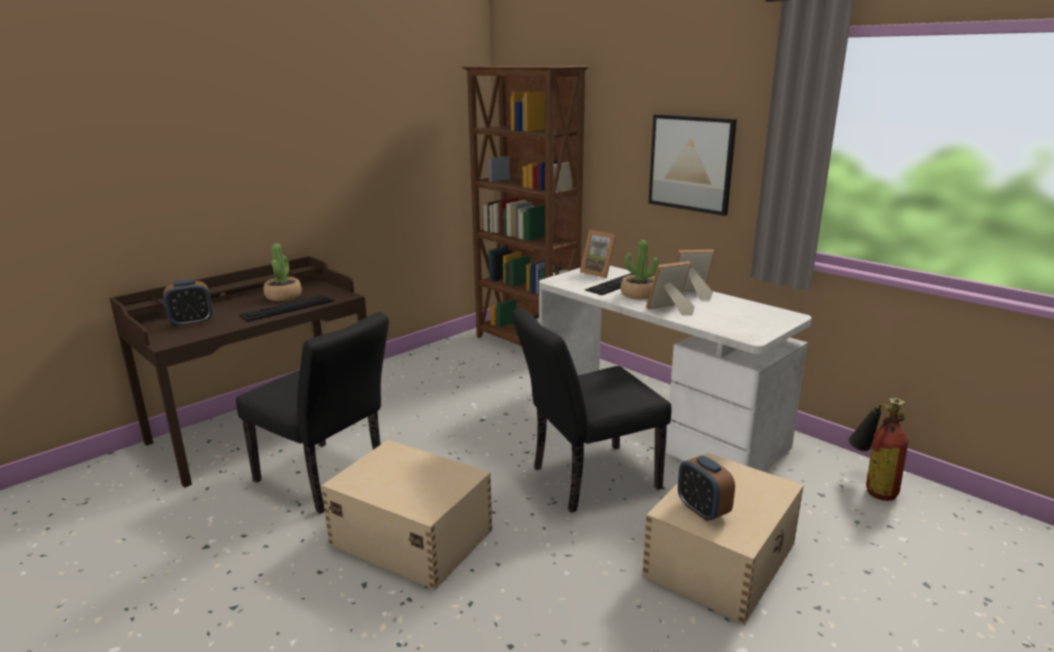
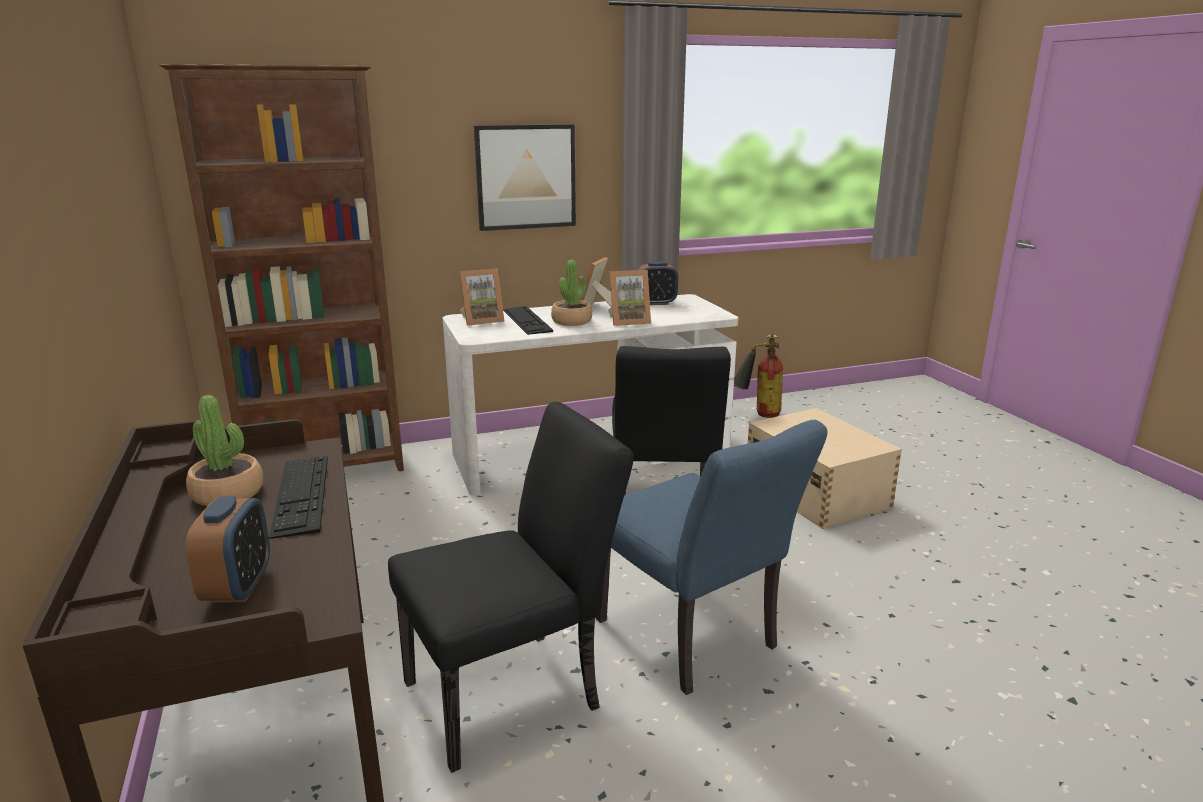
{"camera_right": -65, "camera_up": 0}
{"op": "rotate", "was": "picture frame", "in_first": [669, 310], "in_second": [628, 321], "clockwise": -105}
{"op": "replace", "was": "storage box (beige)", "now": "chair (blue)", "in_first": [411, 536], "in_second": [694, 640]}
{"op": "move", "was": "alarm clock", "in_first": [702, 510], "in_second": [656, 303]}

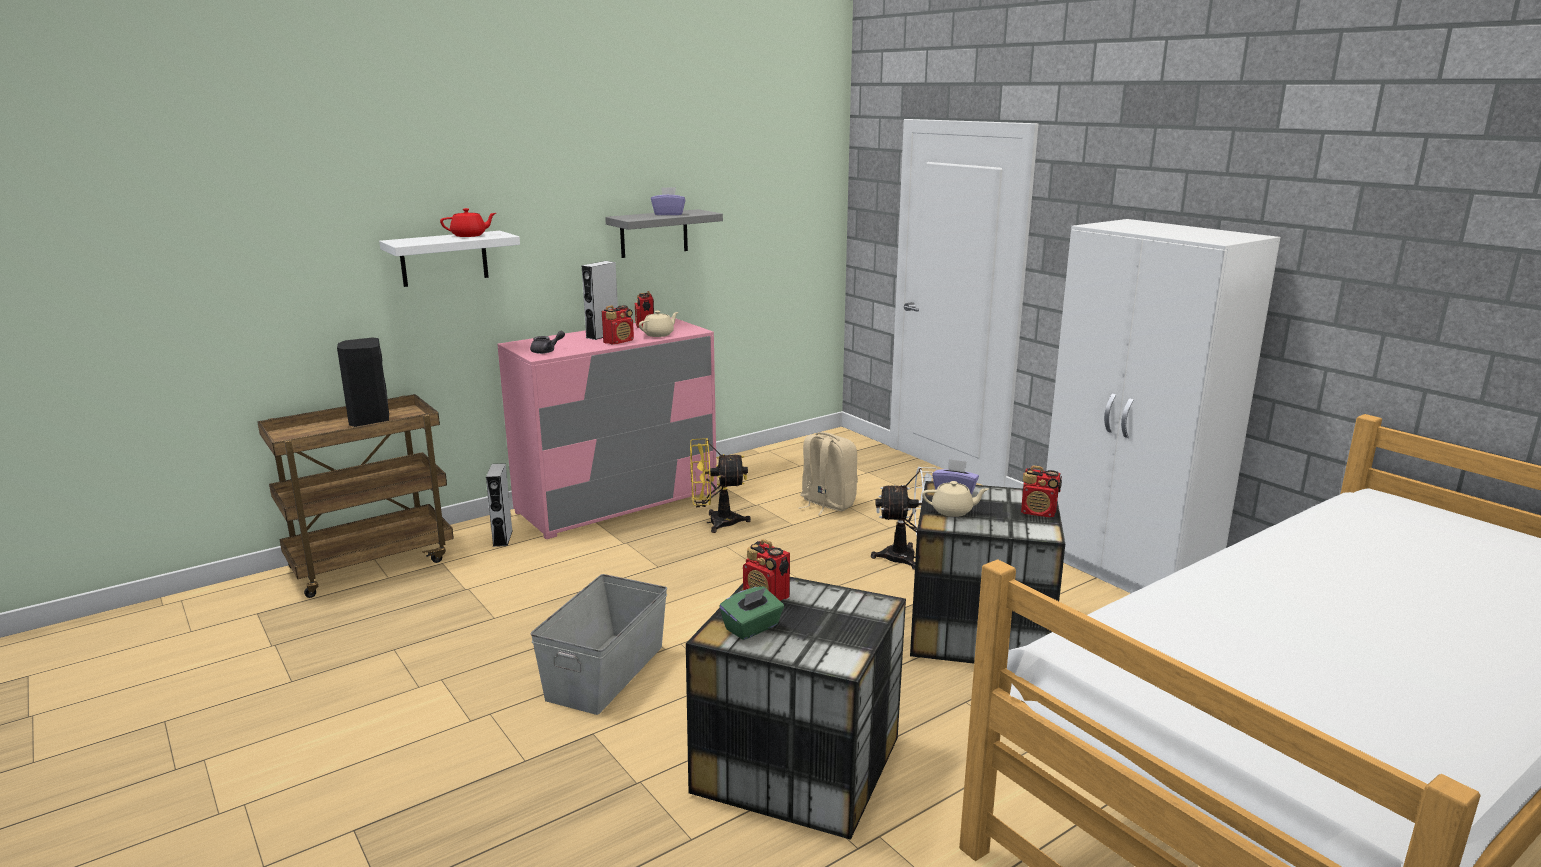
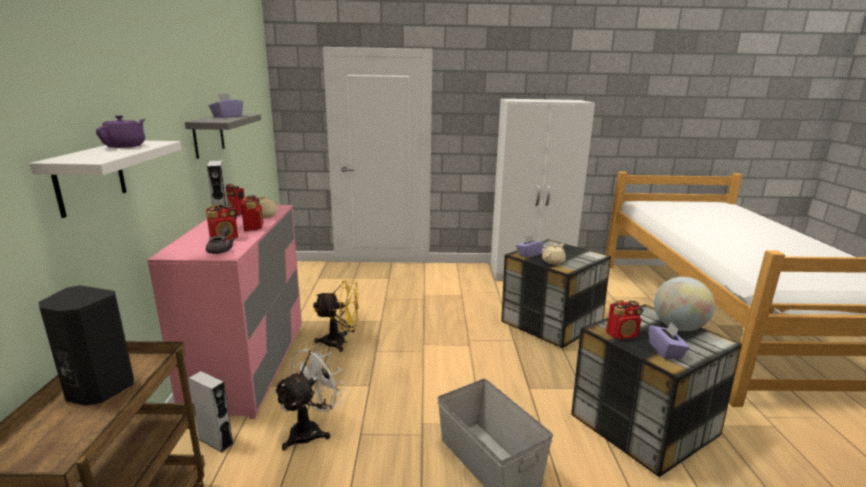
{"camera_right": -55, "camera_up": 0}
{"op": "recolor", "was": "teapot (red)", "now": "teapot (purple)", "in_first": [469, 235], "in_second": [125, 146]}
{"op": "delete", "was": "backpack (beige)", "in_first": [826, 504]}
{"op": "rotate", "was": "fan (yellow)", "in_first": [715, 523], "in_second": [340, 342], "clockwise": -120}
{"op": "move", "was": "radio", "in_first": [1038, 512], "in_second": [225, 238]}
{"op": "move", "was": "fan (white)", "in_first": [908, 558], "in_second": [311, 430]}
{"op": "recolor", "was": "tissue box (green)", "now": "tissue box (purple)", "in_first": [752, 628], "in_second": [665, 351]}
{"op": "insert", "now": "globe", "in_second": [678, 327]}

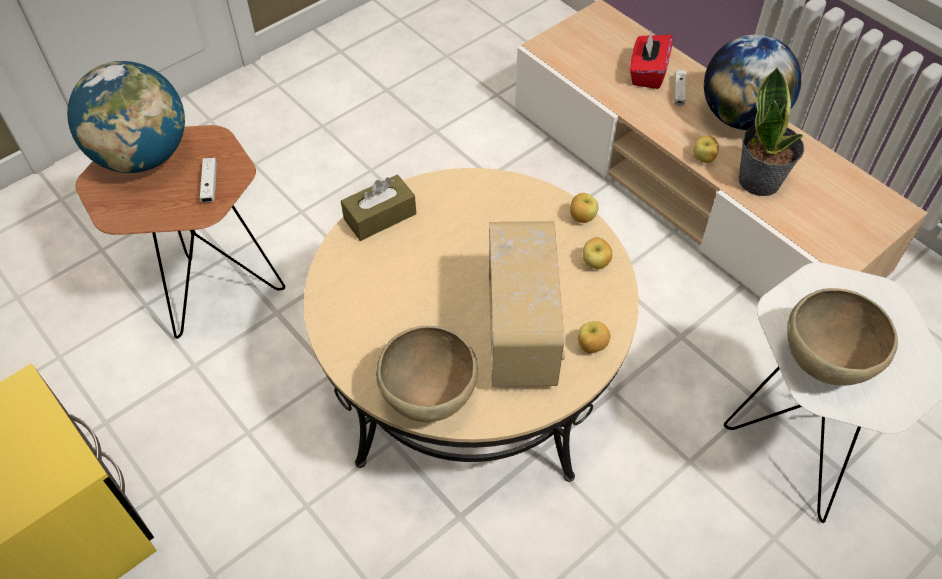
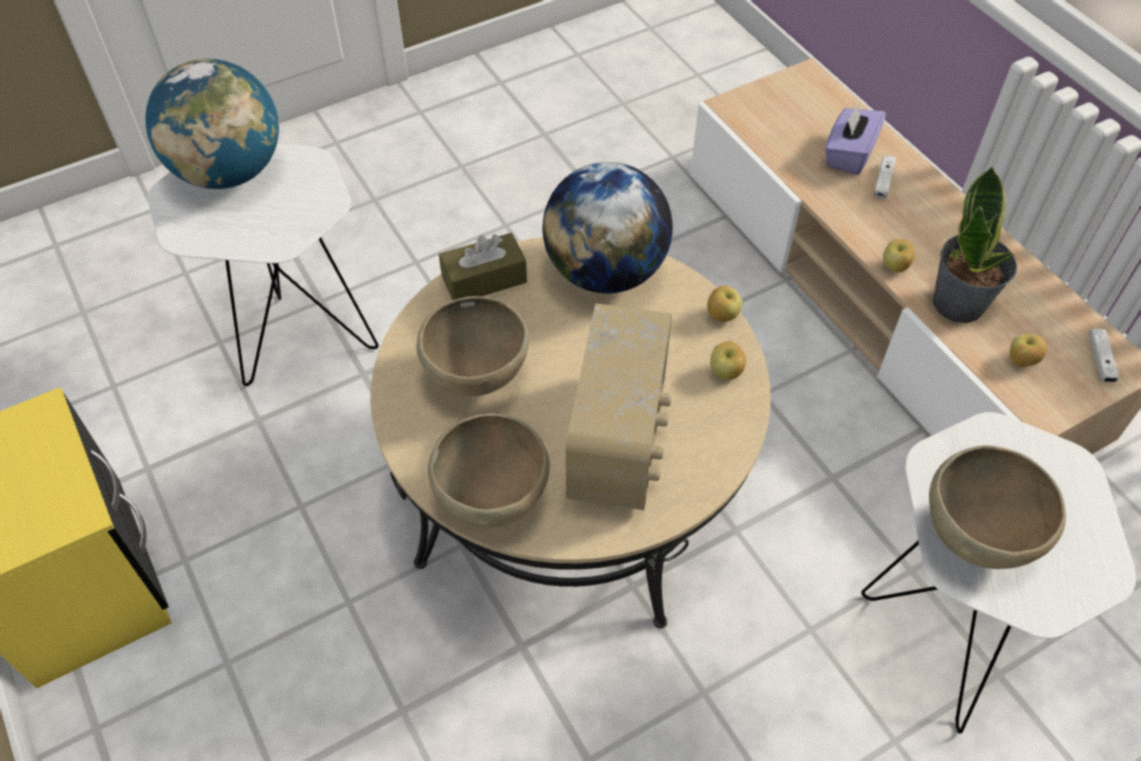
{"camera_right": 10, "camera_up": 0}
{"op": "recolor", "was": "tissue box (red)", "now": "tissue box (purple)", "in_first": [647, 73], "in_second": [849, 154]}
{"op": "move", "was": "globe", "in_first": [741, 117], "in_second": [605, 272]}
{"op": "recolor", "was": "side table (brown)", "now": "side table (white)", "in_first": [212, 294], "in_second": [295, 342]}
{"op": "move", "was": "game controller (white)", "in_first": [210, 185], "in_second": [1100, 360]}
{"op": "move", "was": "apple", "in_first": [591, 347], "in_second": [1021, 361]}
{"op": "insert", "now": "bowl (brown)", "in_second": [477, 377]}

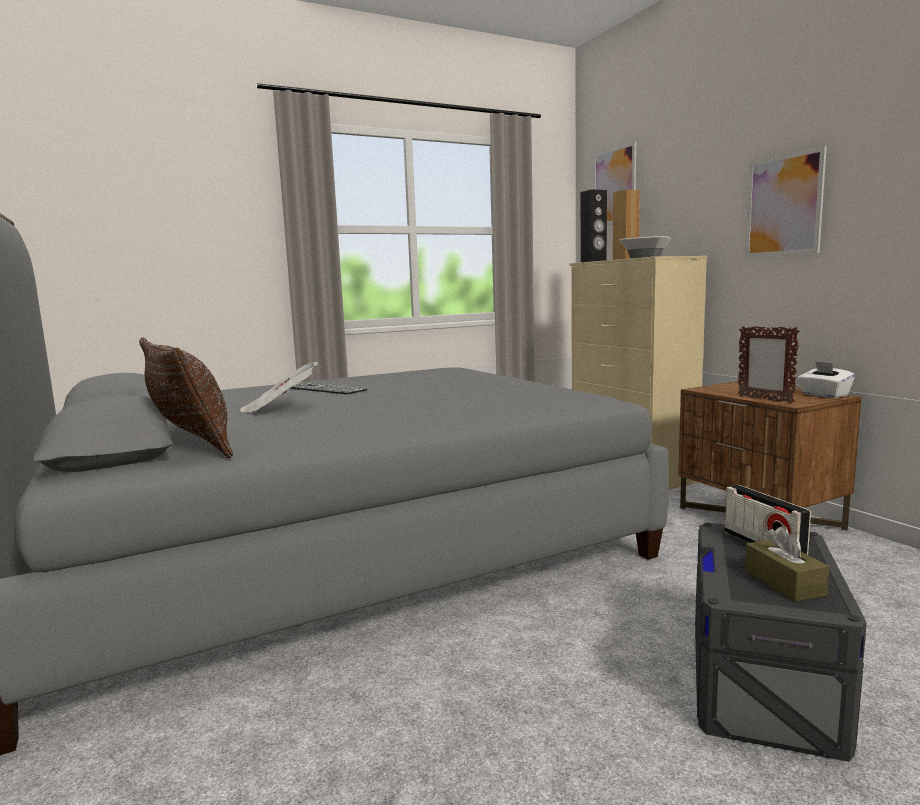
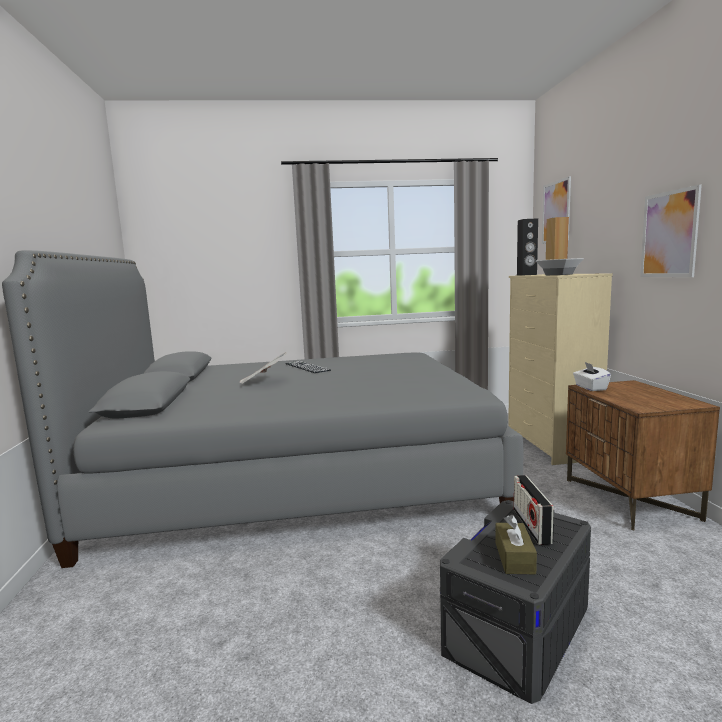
{"camera_right": 20, "camera_up": 0}
{"op": "delete", "was": "picture frame", "in_first": [764, 400]}
{"op": "delete", "was": "pillow (brown)", "in_first": [190, 441]}
{"op": "move", "was": "tissue box (white)", "in_first": [824, 395], "in_second": [590, 388]}

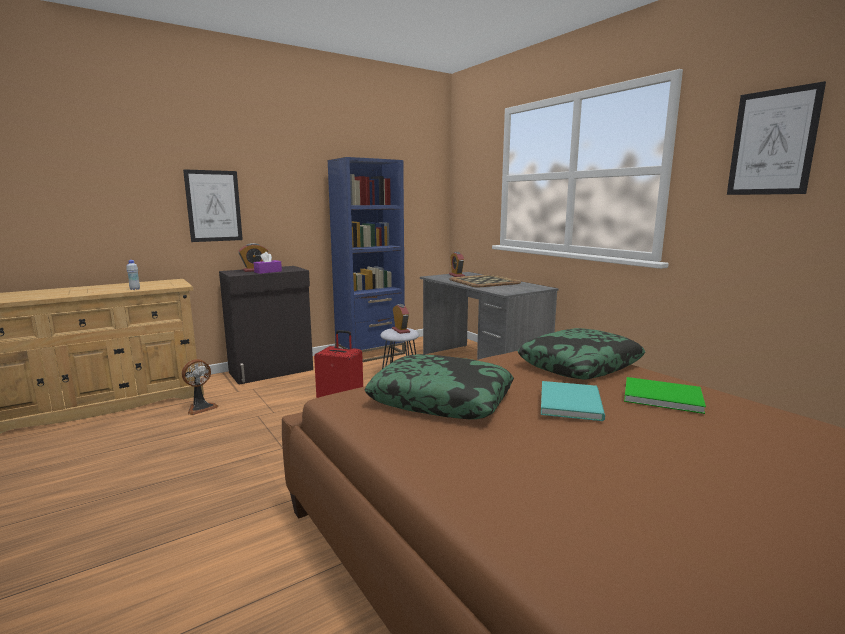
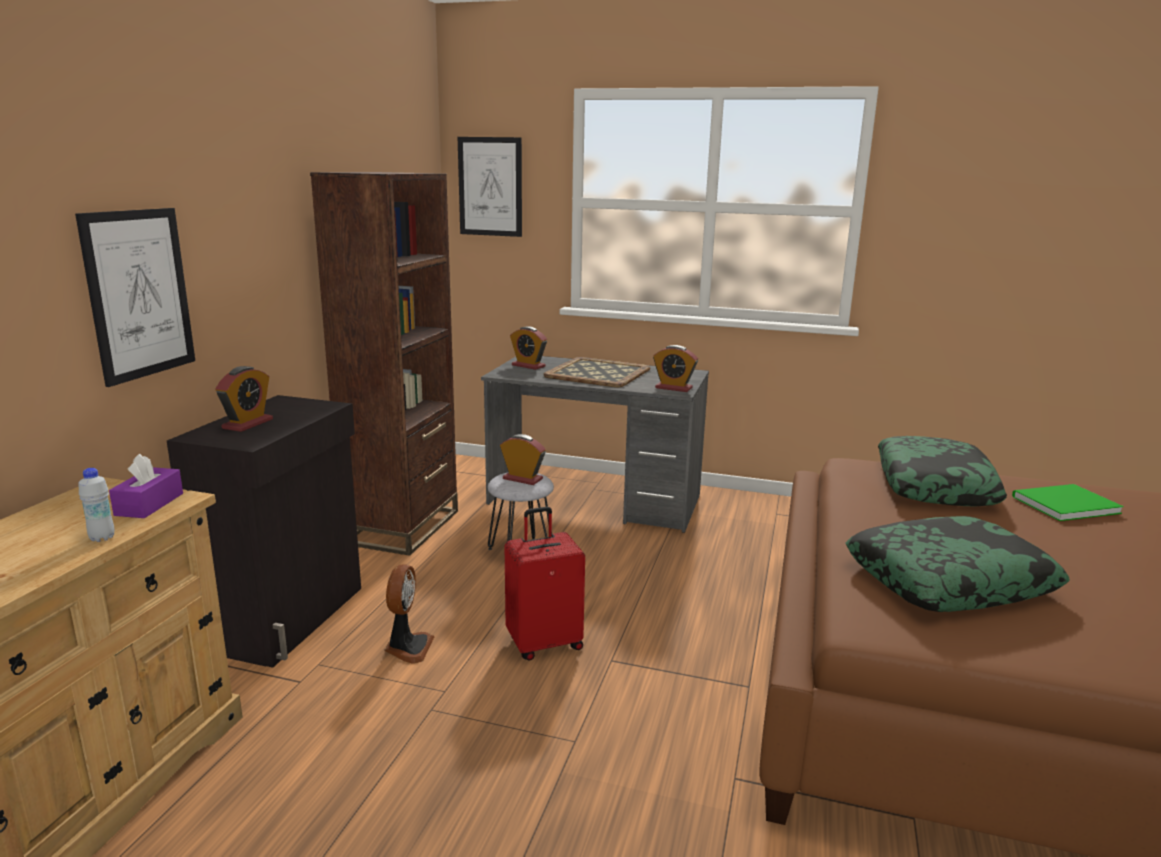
{"camera_right": -40, "camera_up": 5}
{"op": "move", "was": "picture", "in_first": [772, 142], "in_second": [490, 187]}
{"op": "recolor", "was": "bookcase (blue)", "now": "bookcase (brown)", "in_first": [370, 353], "in_second": [402, 527]}
{"op": "move", "was": "tissue box (purple)", "in_first": [268, 272], "in_second": [149, 504]}
{"op": "move", "was": "fan", "in_first": [200, 408], "in_second": [407, 647]}
{"op": "delete", "was": "book (turquoise)", "in_first": [572, 402]}
{"op": "insert", "now": "alarm clock", "in_second": [673, 388]}

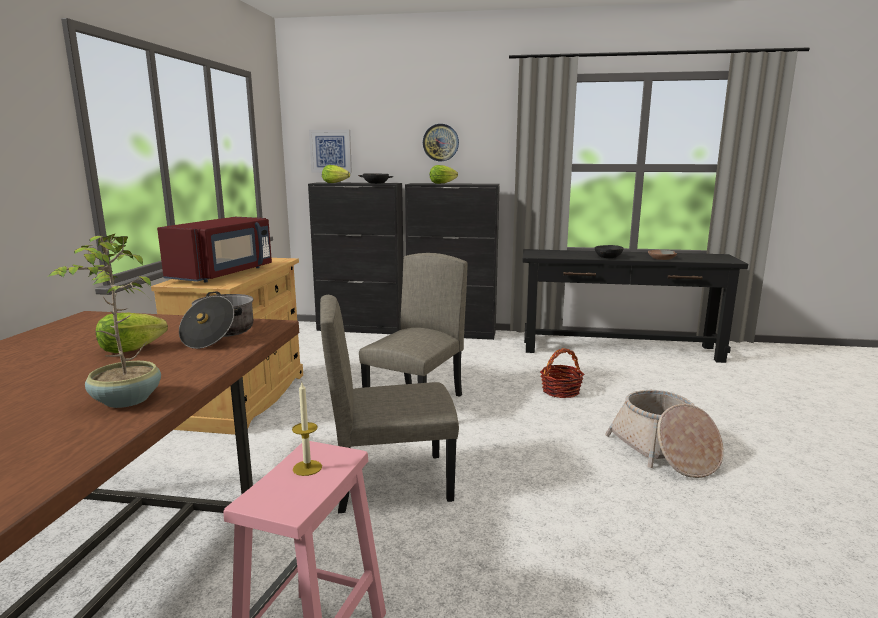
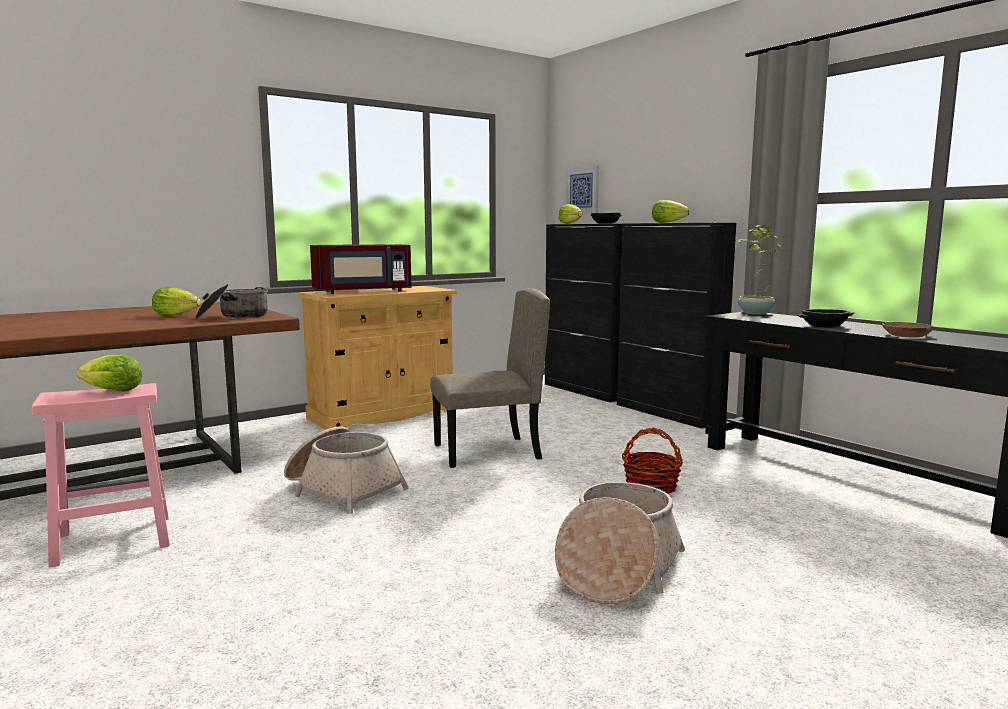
{"camera_right": 45, "camera_up": -5}
{"op": "delete", "was": "wall clock", "in_first": [440, 142]}
{"op": "move", "was": "potted plant", "in_first": [126, 401], "in_second": [754, 313]}
{"op": "replace", "was": "chair (beige)", "now": "basket", "in_first": [392, 481], "in_second": [342, 490]}
{"op": "replace", "was": "candle", "now": "lettuce", "in_first": [307, 468], "in_second": [113, 391]}

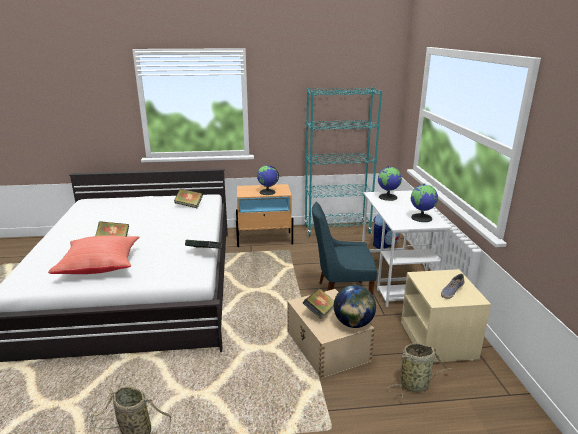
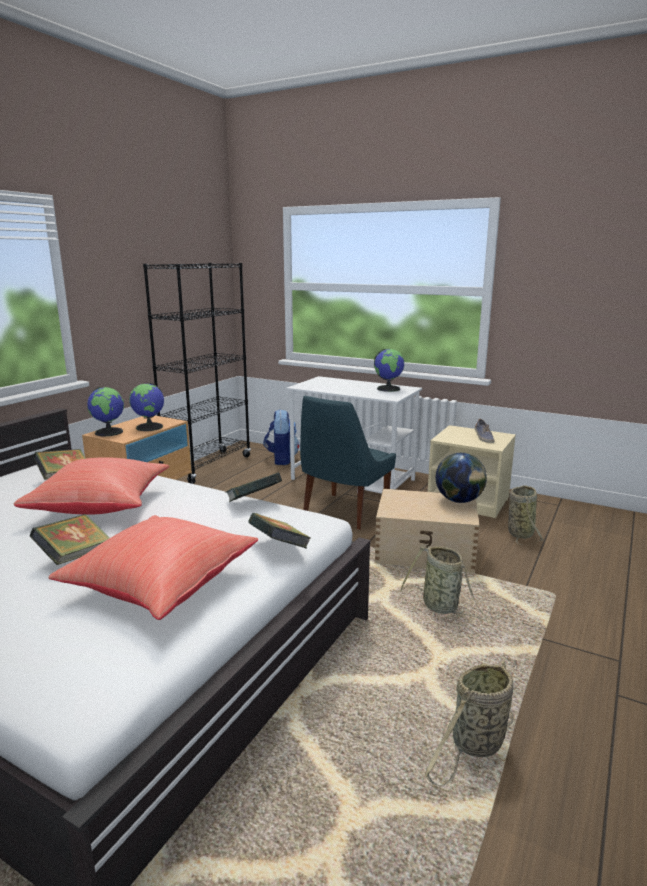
{"camera_right": -55, "camera_up": -5}
{"op": "recolor", "was": "bookcase (turquoise)", "now": "bookcase (black)", "in_first": [337, 230], "in_second": [208, 467]}
{"op": "move", "was": "globe", "in_first": [388, 197], "in_second": [109, 432]}
{"op": "move", "was": "book", "in_first": [319, 312], "in_second": [279, 548]}
{"op": "insert", "now": "pillow (red)", "in_second": [101, 505]}
{"op": "insert", "now": "basket", "in_second": [442, 607]}

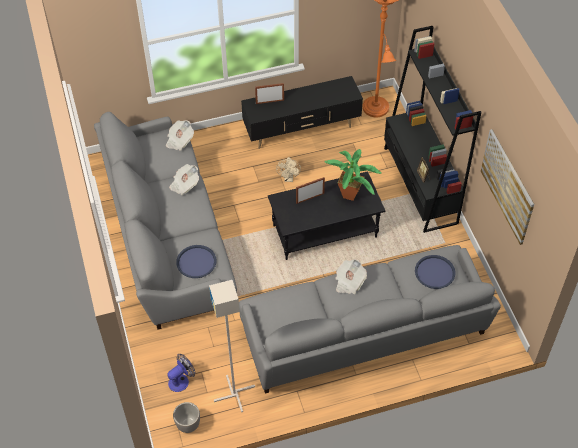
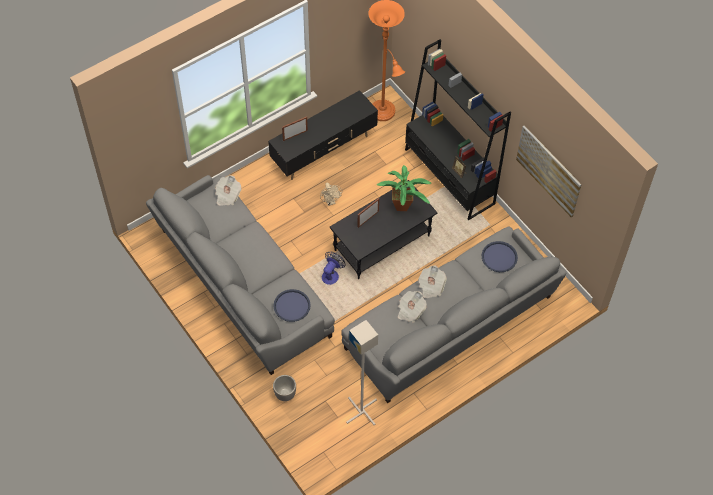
{"camera_right": -20, "camera_up": 5}
{"op": "move", "was": "newspaper", "in_first": [184, 185], "in_second": [410, 310]}
{"op": "move", "was": "fan", "in_first": [181, 380], "in_second": [331, 274]}
{"op": "move", "was": "planter", "in_first": [188, 424], "in_second": [285, 394]}

